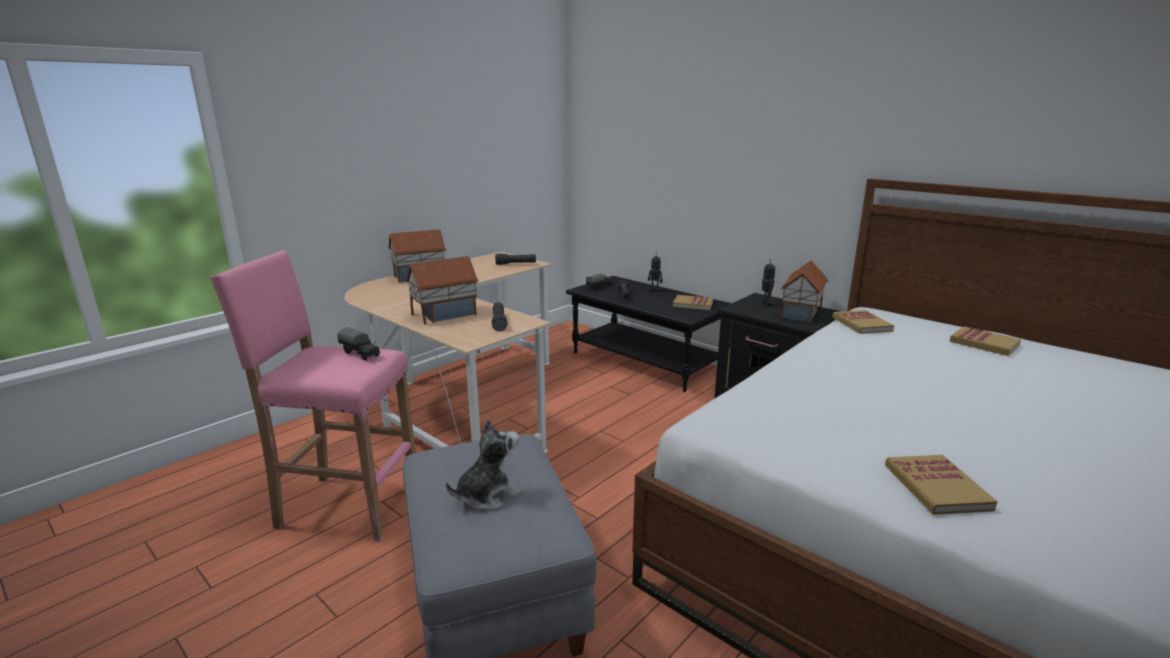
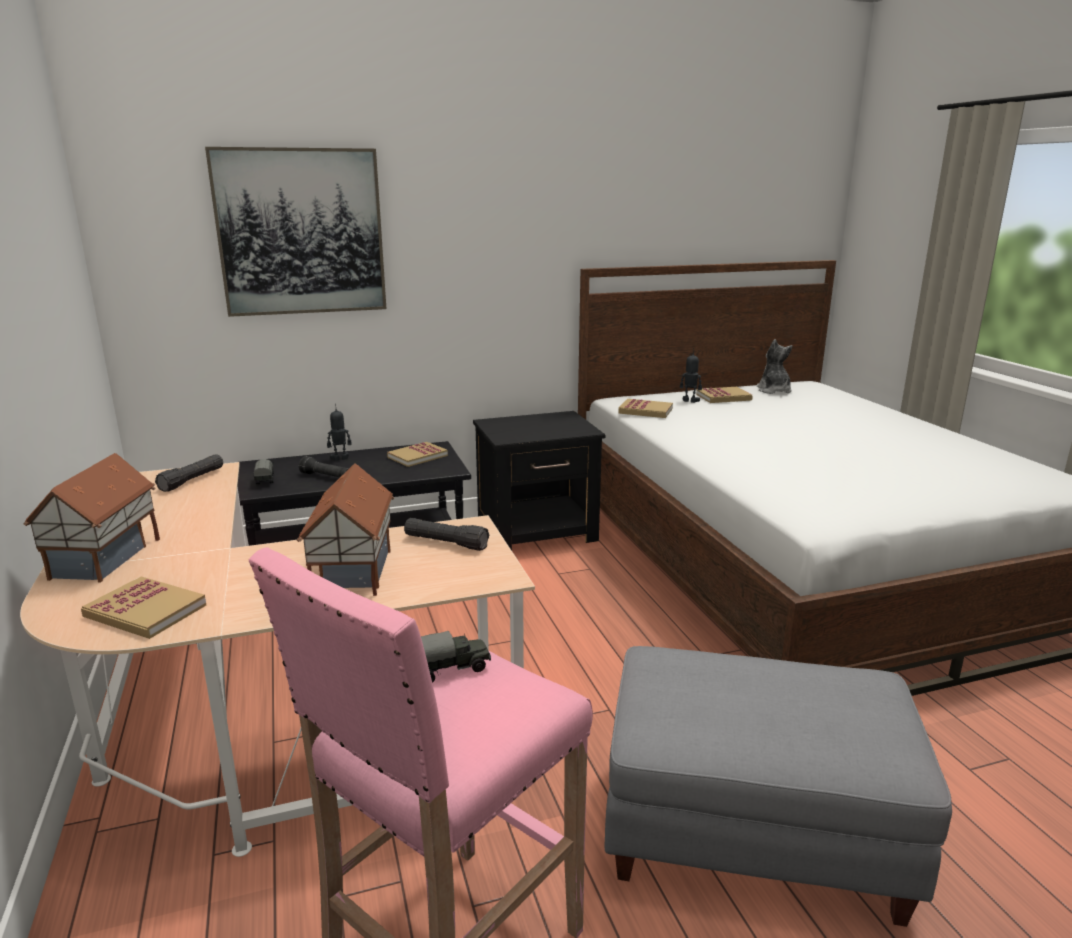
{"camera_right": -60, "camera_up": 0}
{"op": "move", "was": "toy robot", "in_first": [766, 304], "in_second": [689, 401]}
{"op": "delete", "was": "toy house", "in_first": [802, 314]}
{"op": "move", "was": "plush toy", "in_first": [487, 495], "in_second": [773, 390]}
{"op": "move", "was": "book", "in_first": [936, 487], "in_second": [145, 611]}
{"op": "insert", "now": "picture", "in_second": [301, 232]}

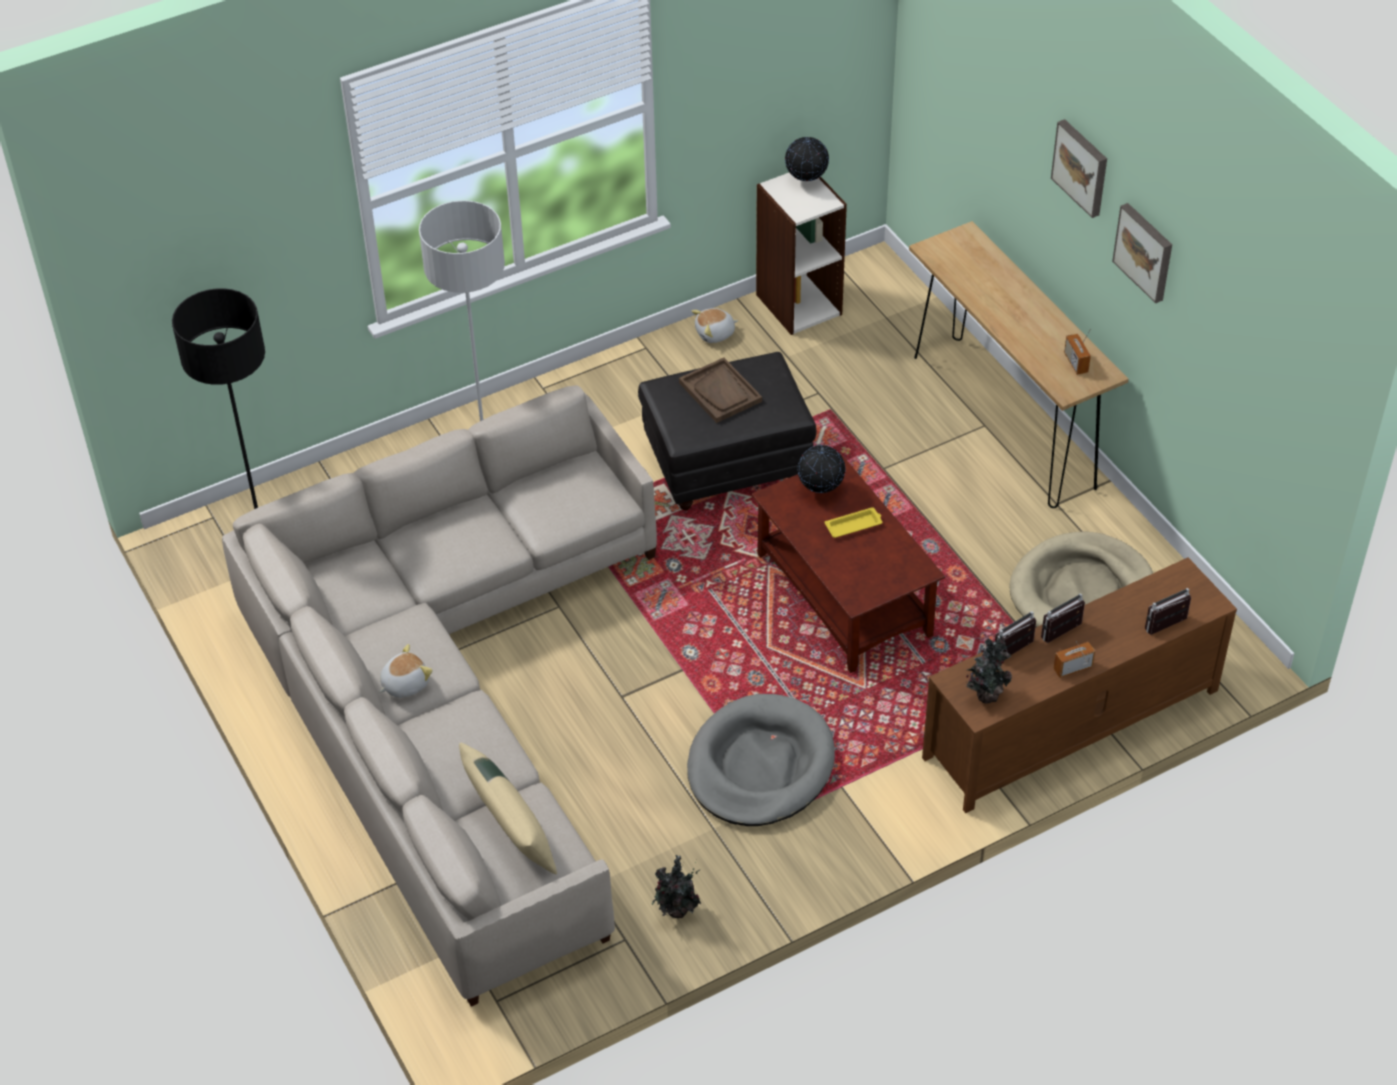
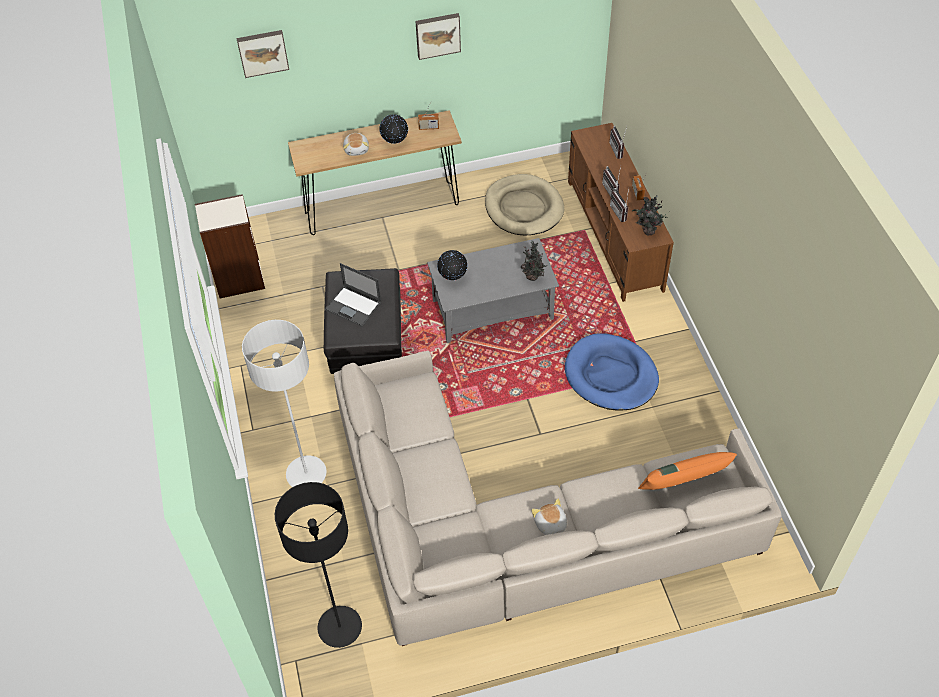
{"camera_right": -75, "camera_up": 5}
{"op": "move", "was": "picture", "in_first": [1082, 167], "in_second": [262, 52]}
{"op": "move", "was": "globe", "in_first": [806, 181], "in_second": [395, 142]}
{"op": "move", "was": "plush toy", "in_first": [715, 334], "in_second": [357, 149]}
{"op": "replace", "was": "tray (brown)", "now": "laptop", "in_first": [720, 392], "in_second": [354, 306]}
{"op": "recolor", "was": "coffee table (brown)", "now": "coffee table (grey)", "in_first": [842, 594], "in_second": [491, 310]}
{"op": "delete", "was": "tray (yellow)", "in_first": [854, 525]}
{"op": "recolor", "was": "dog bed (grey)", "now": "dog bed (blue)", "in_first": [760, 765], "in_second": [611, 375]}
{"op": "recolor", "was": "pillow (beige)", "now": "pillow (orange)", "in_first": [510, 829], "in_second": [683, 483]}
{"op": "move", "was": "potted plant", "in_first": [676, 912], "in_second": [533, 277]}

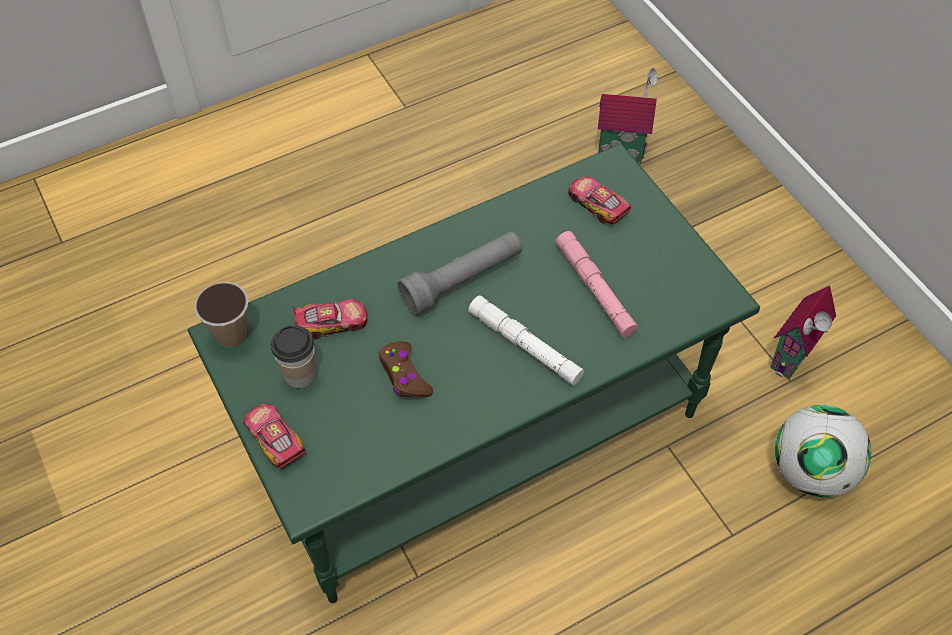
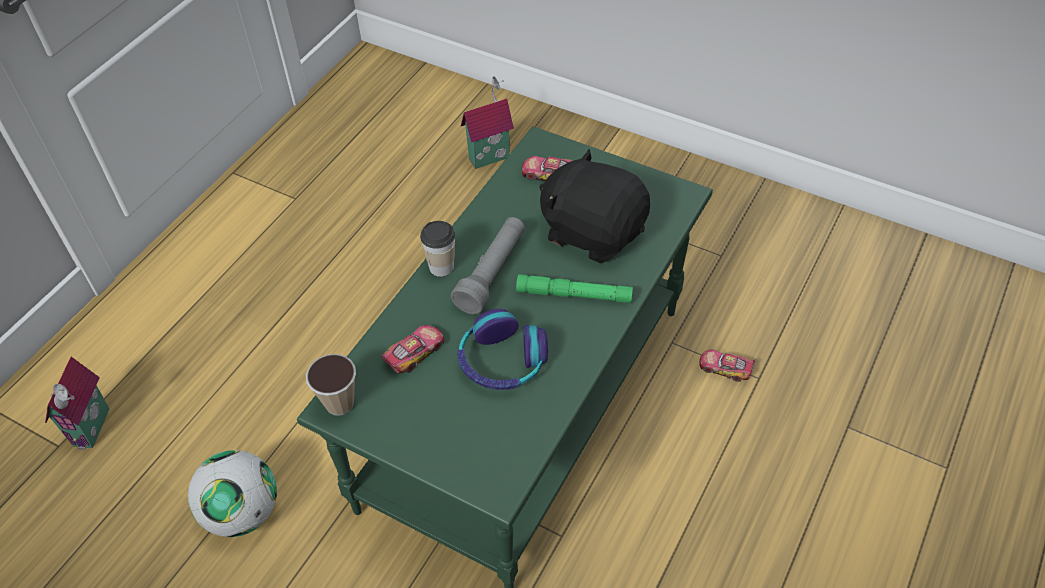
{"camera_right": -30, "camera_up": -5}
{"op": "replace", "was": "flashlight (pink)", "now": "plush toy (black)", "in_first": [595, 288], "in_second": [593, 231]}
{"op": "move", "was": "toy house", "in_first": [794, 359], "in_second": [94, 428]}
{"op": "recolor", "was": "flashlight (white)", "now": "flashlight (green)", "in_first": [525, 345], "in_second": [574, 294]}
{"op": "move", "was": "cup", "in_first": [300, 375], "in_second": [441, 266]}
{"op": "replace", "was": "game controller (brown)", "now": "headphones", "in_first": [404, 375], "in_second": [502, 361]}
{"op": "move", "was": "toy car", "in_first": [274, 439], "in_second": [725, 368]}
{"op": "move", "was": "football", "in_first": [811, 471], "in_second": [243, 512]}

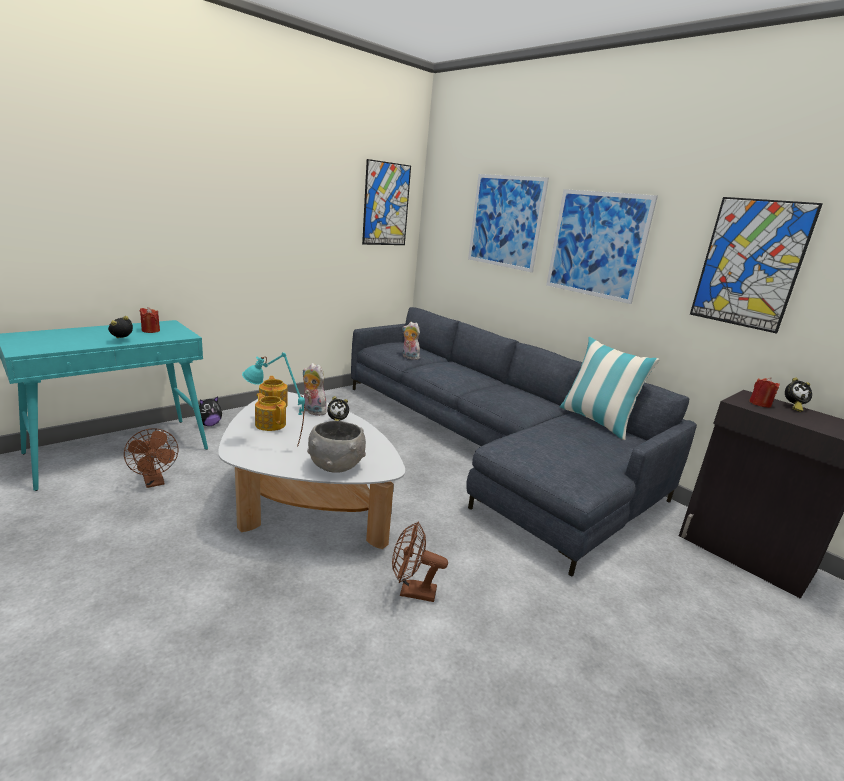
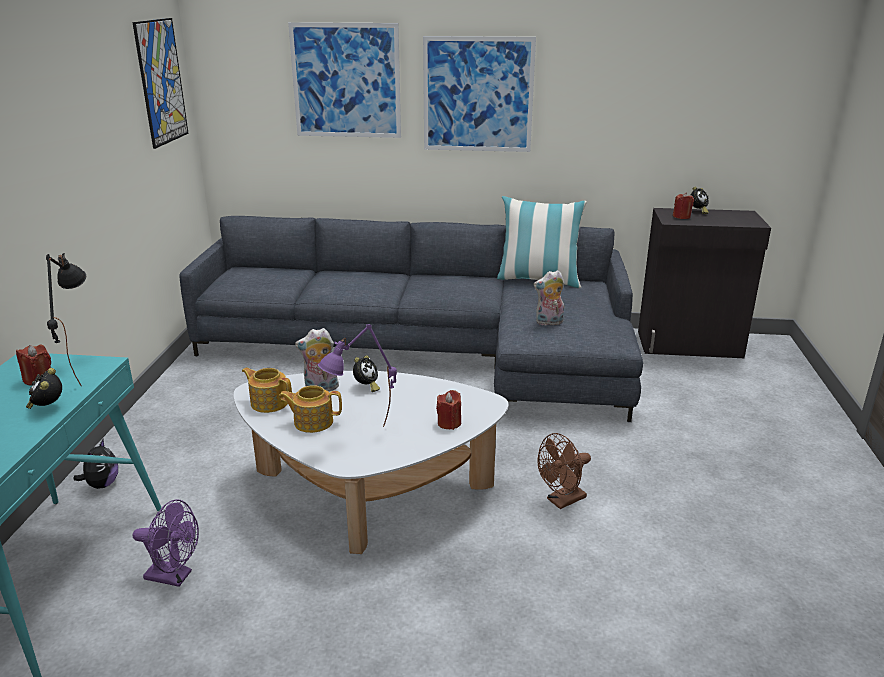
{"camera_right": -40, "camera_up": 5}
{"op": "delete", "was": "picture", "in_first": [750, 264]}
{"op": "move", "was": "plush toy", "in_first": [409, 357], "in_second": [549, 323]}
{"op": "recolor", "was": "table lamp (turquoise)", "now": "table lamp (purple)", "in_first": [274, 445], "in_second": [362, 437]}
{"op": "replace", "was": "bowl (grey)", "now": "candle (red)", "in_first": [336, 466], "in_second": [449, 423]}
{"op": "recolor", "was": "fan (brown)", "now": "fan (purple)", "in_first": [154, 482], "in_second": [175, 576]}
{"op": "insert", "now": "table lamp (black)", "in_second": [80, 372]}

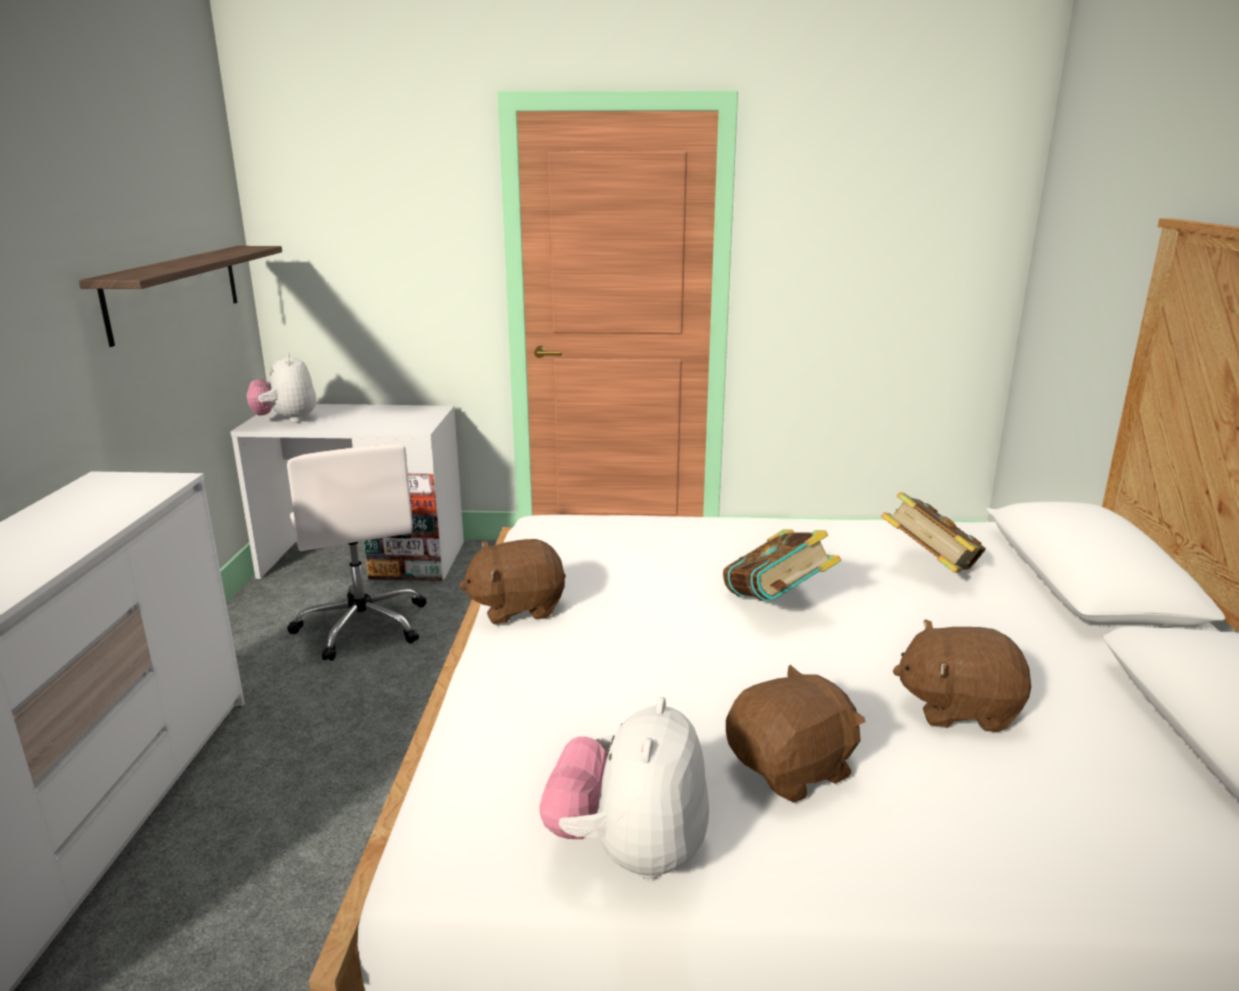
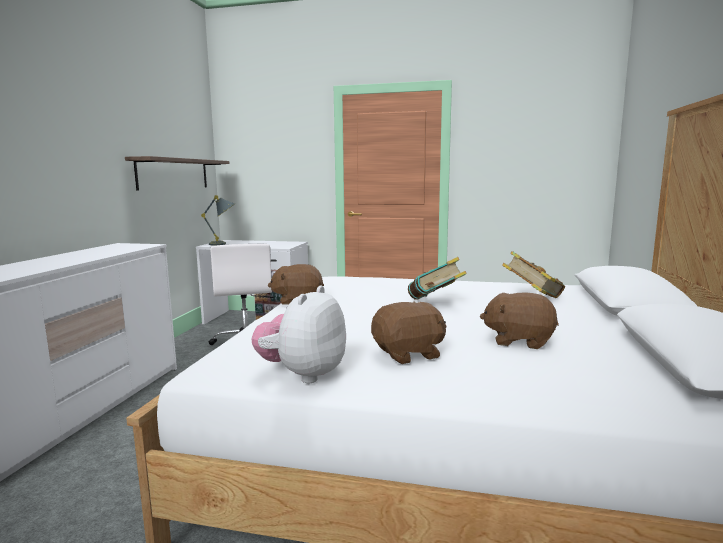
{"camera_right": 10, "camera_up": -10}
{"op": "replace", "was": "plush toy", "now": "table lamp (grey)", "in_first": [286, 420], "in_second": [224, 244]}

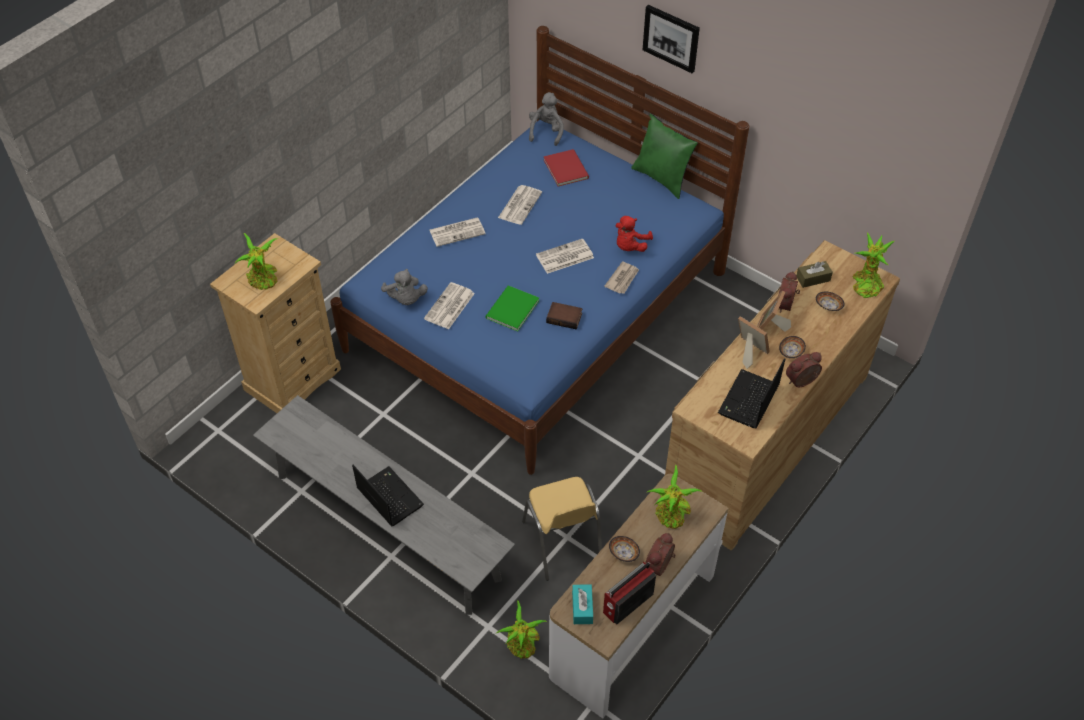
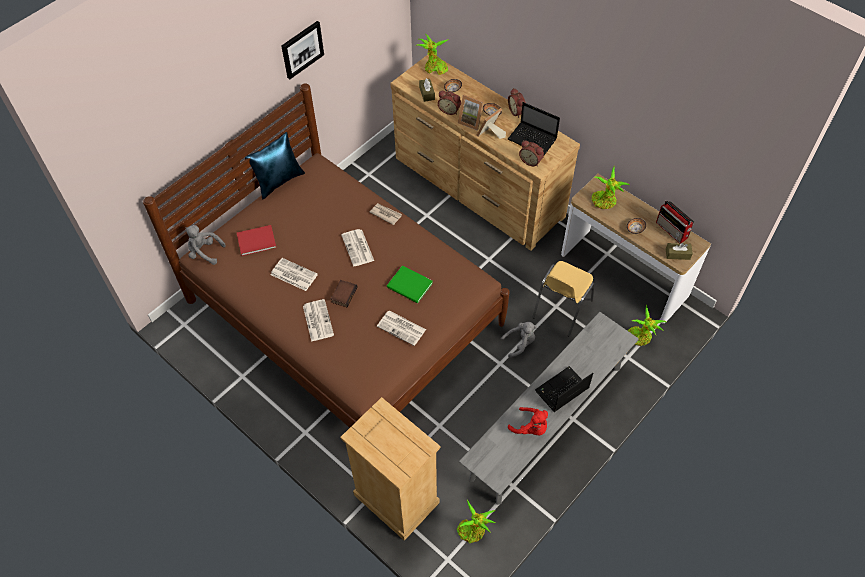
{"camera_right": -85, "camera_up": 5}
{"op": "move", "was": "picture", "in_first": [671, 38], "in_second": [302, 49]}
{"op": "recolor", "was": "bed (blue)", "now": "bed (brown)", "in_first": [537, 311], "in_second": [344, 312]}
{"op": "recolor", "was": "pillow (green)", "now": "pillow (blue)", "in_first": [662, 178], "in_second": [279, 181]}
{"op": "move", "was": "plush toy (red)", "in_first": [630, 246], "in_second": [530, 428]}
{"op": "move", "was": "potted plant", "in_first": [263, 280], "in_second": [473, 530]}
{"op": "move", "was": "plush toy (grey)", "in_first": [405, 299], "in_second": [520, 343]}
{"op": "move", "was": "book", "in_first": [565, 317], "in_second": [343, 294]}
{"op": "rotate", "was": "chair (yellow)", "in_first": [562, 543], "in_second": [561, 309], "clockwise": 135}
{"op": "move", "was": "alarm clock", "in_first": [660, 566], "in_second": [531, 160]}
{"op": "recolor", "was": "tissue box (turquoise)", "now": "tissue box (brown)", "in_first": [582, 608], "in_second": [677, 254]}

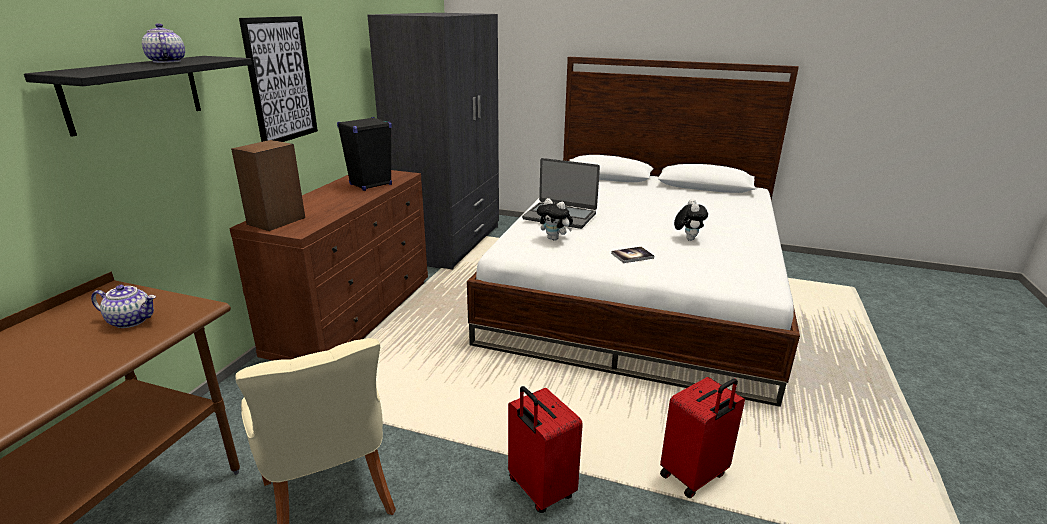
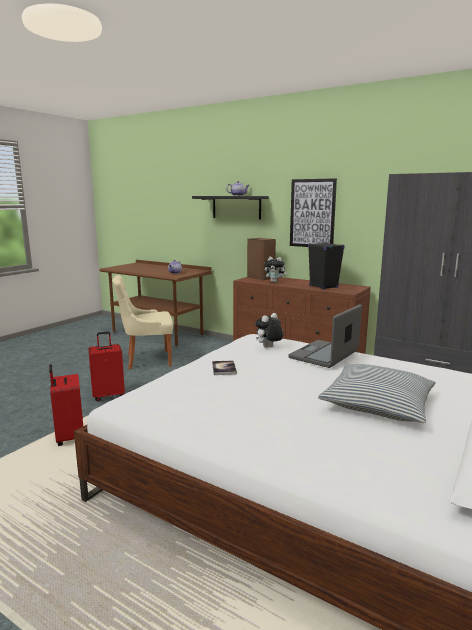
{"camera_right": 105, "camera_up": -10}
{"op": "move", "was": "plush toy", "in_first": [687, 238], "in_second": [275, 282]}
{"op": "insert", "now": "pillow", "in_second": [378, 403]}

